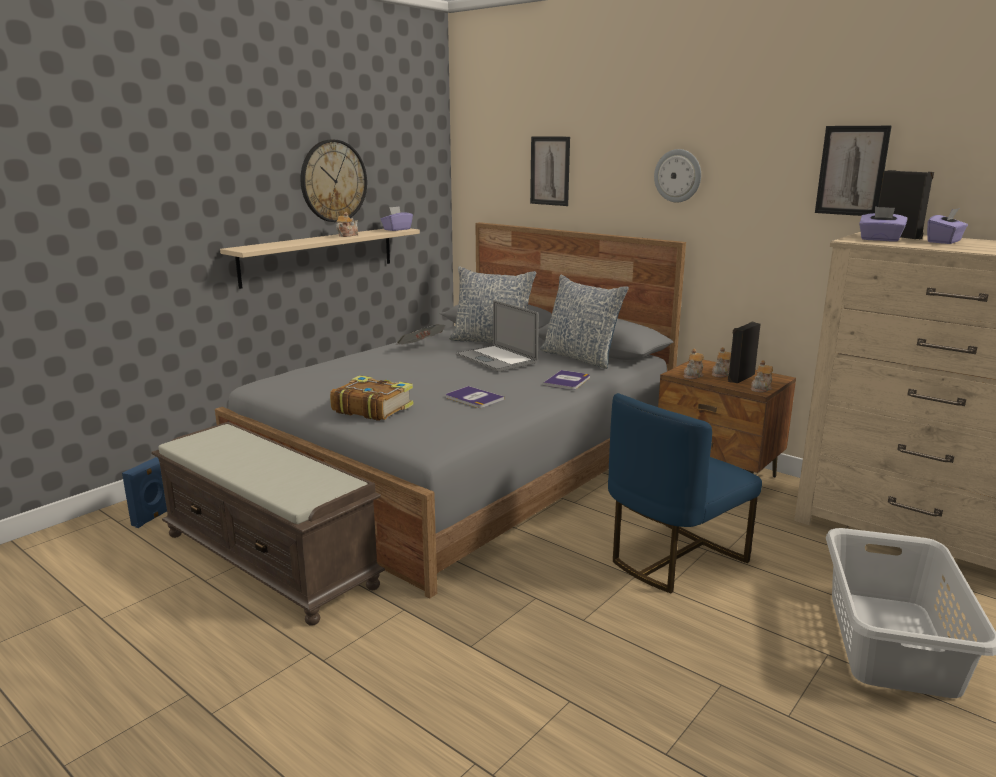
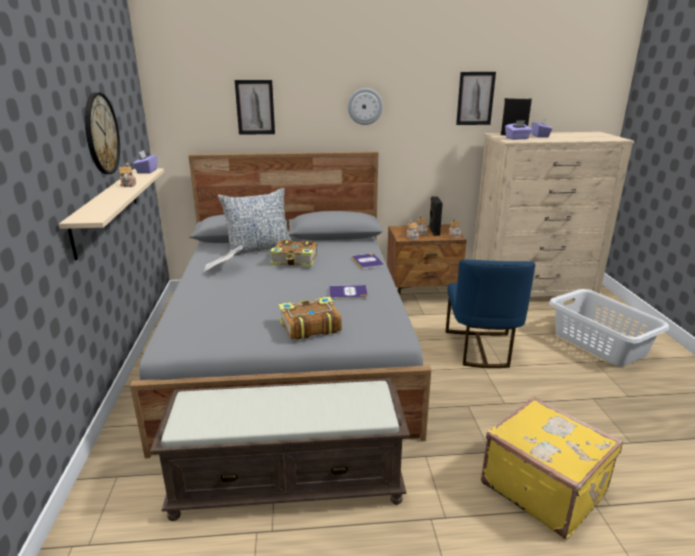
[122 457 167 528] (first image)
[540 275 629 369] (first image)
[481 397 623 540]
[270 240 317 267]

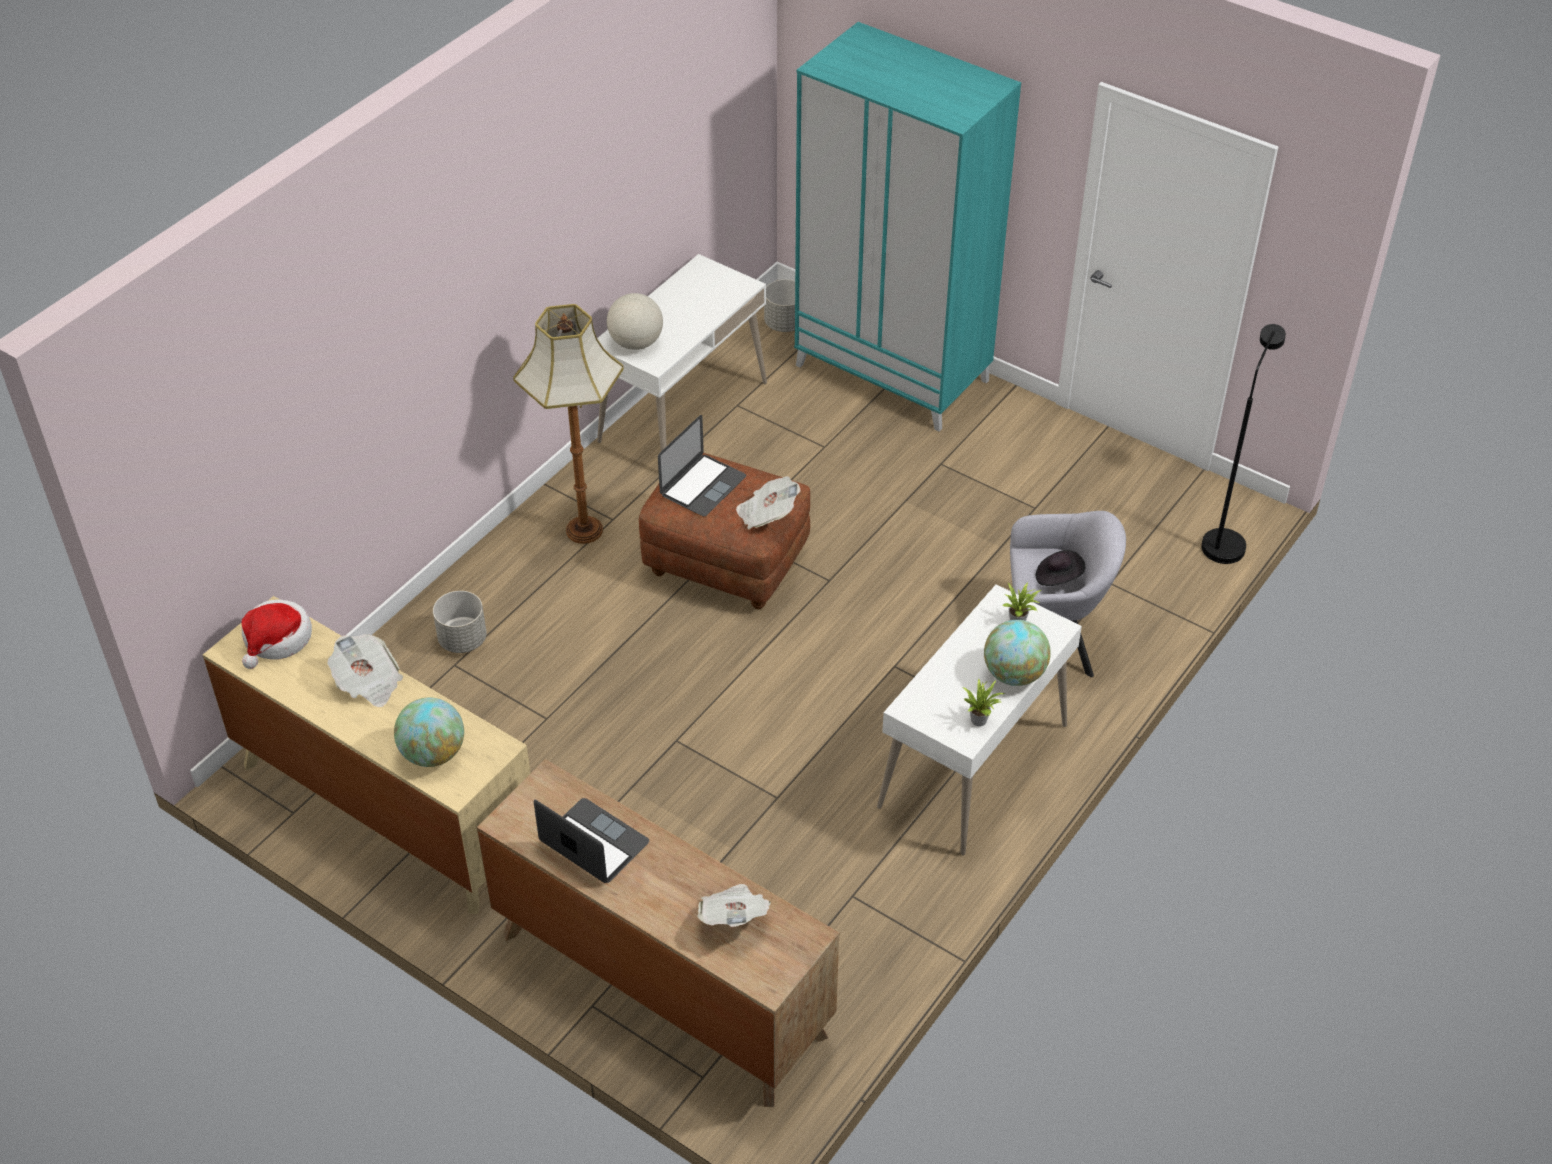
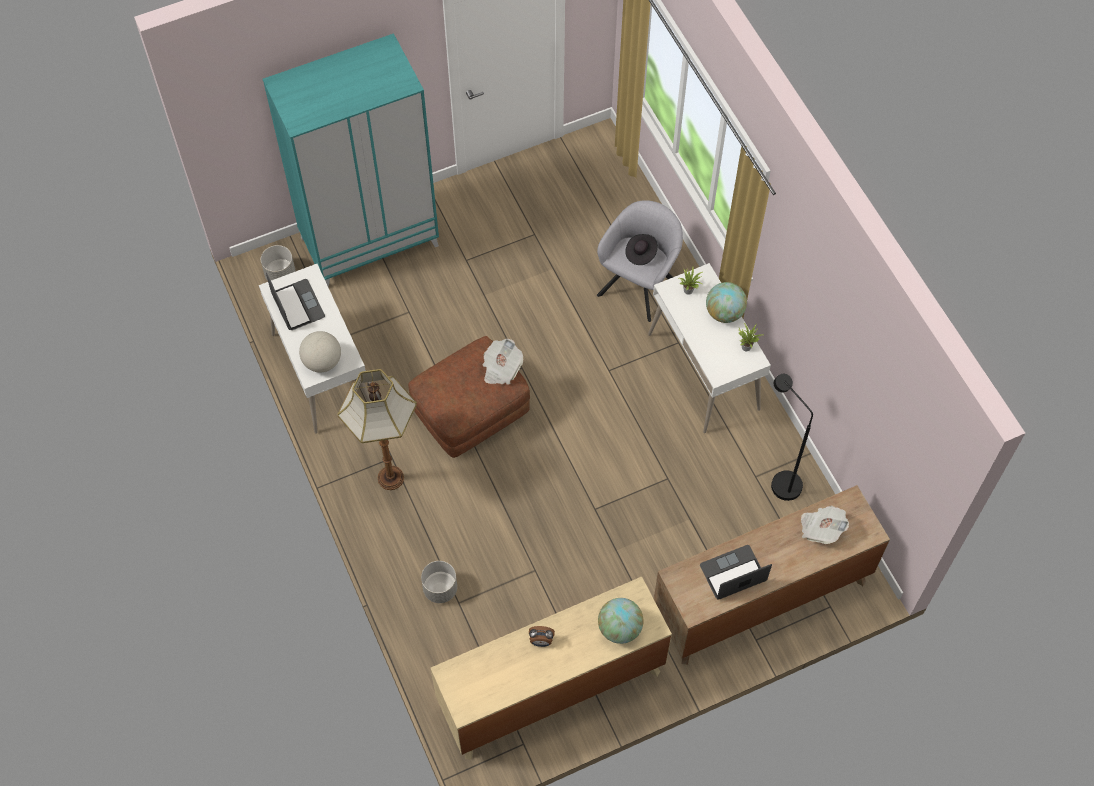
[242 600 312 669] (first image)
[266 272 325 330]
[771 374 813 501]
[529 626 555 647]

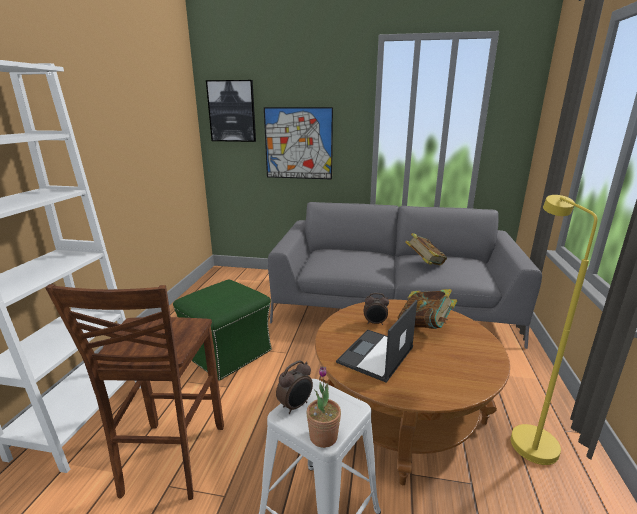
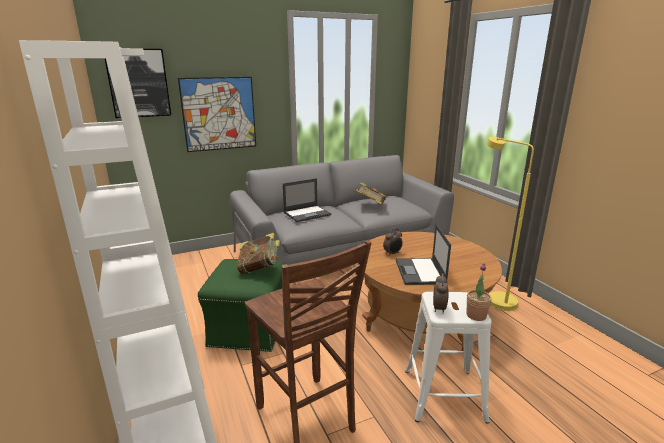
[283 178 331 222]
[237 233 280 274]

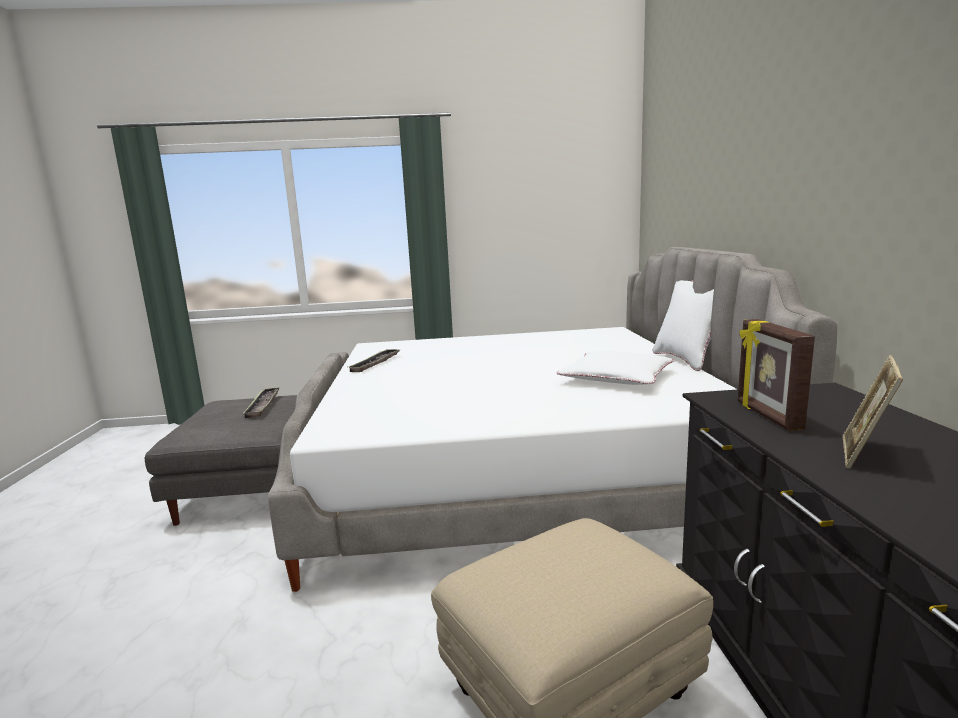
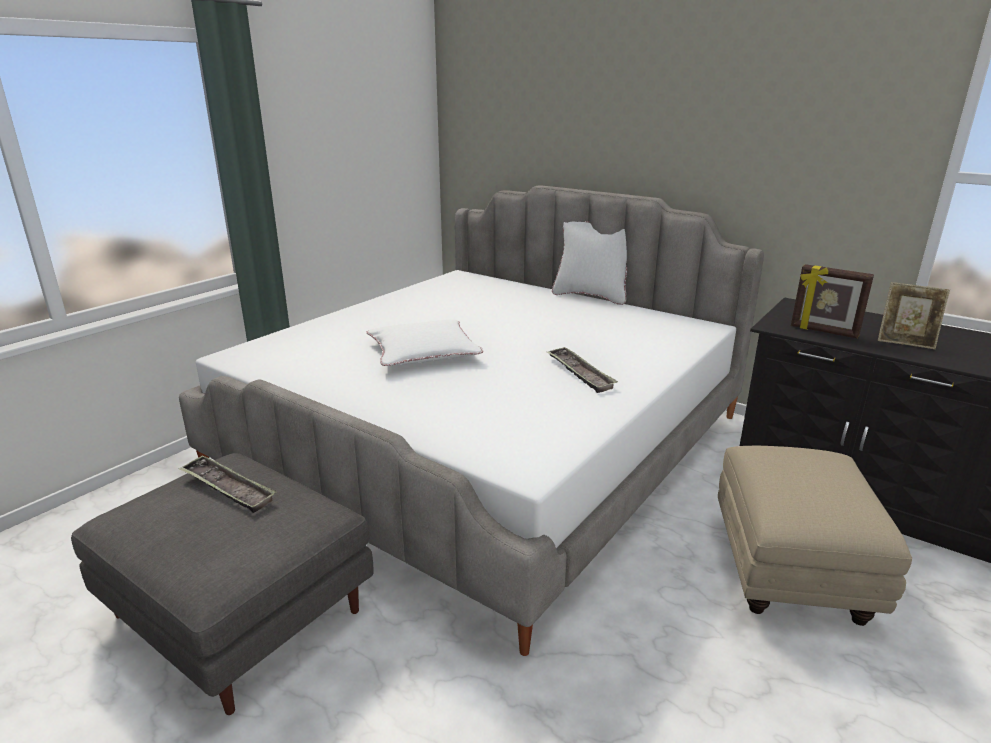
[546 347 618 393]
[367 319 483 366]
[878 282 950 349]

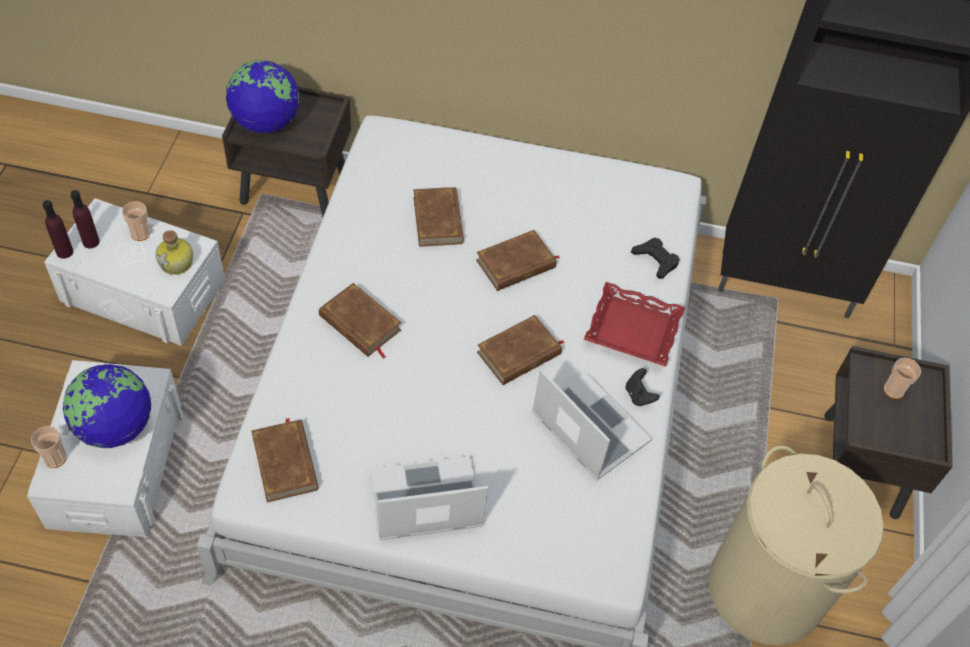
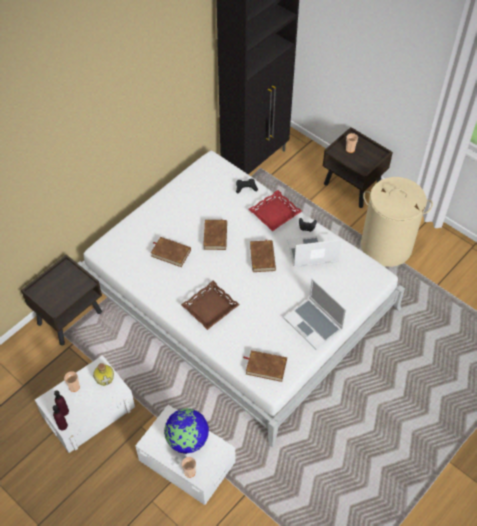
[226 60 299 133] (first image)
[181 281 240 330]
[284 278 346 350]

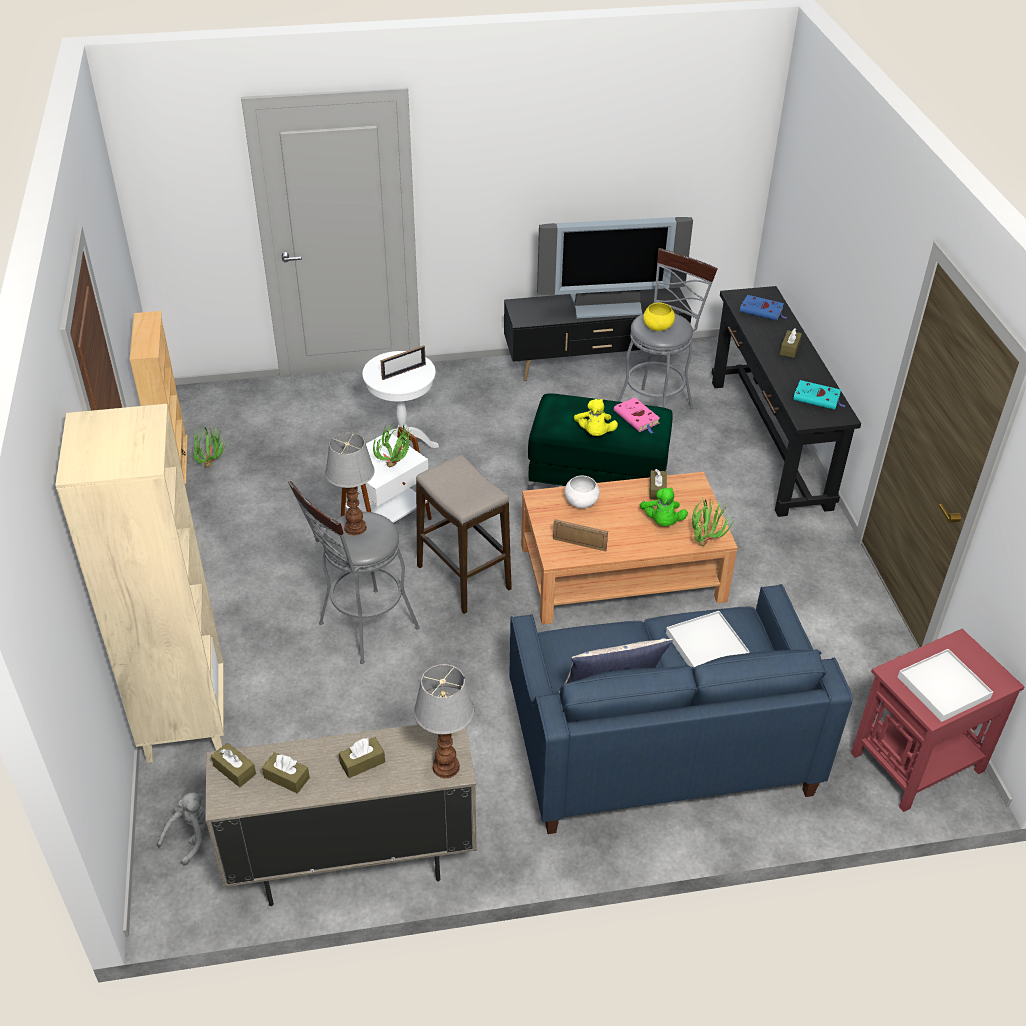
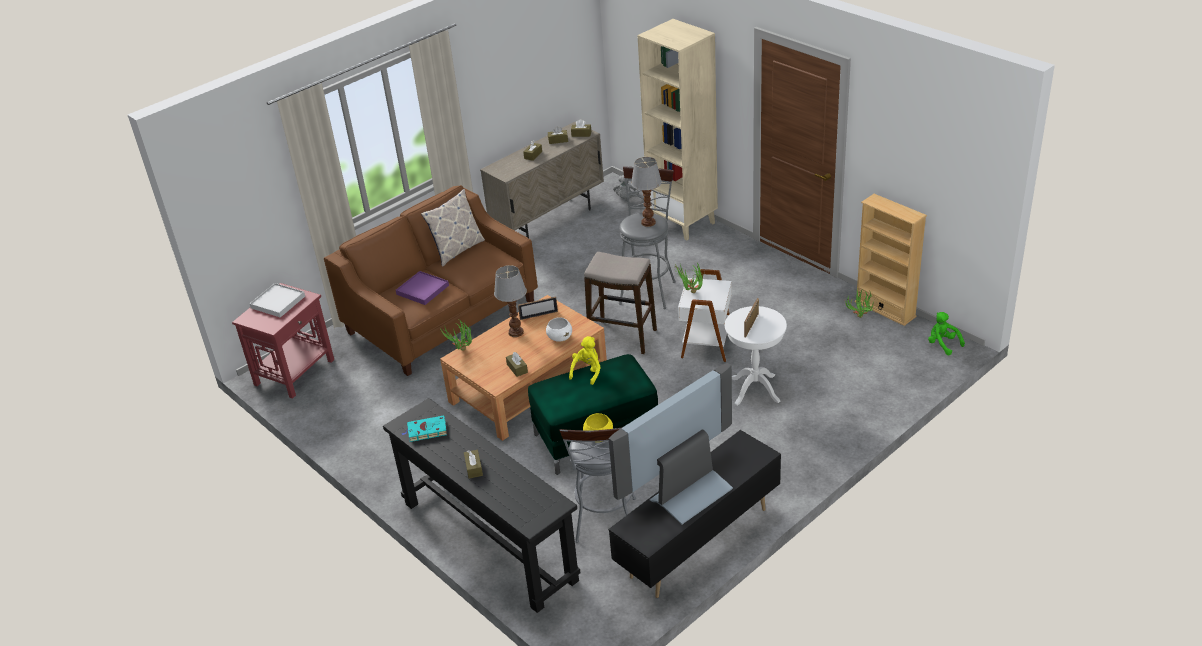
[614 398 660 434] (first image)
[740 295 787 321] (first image)
[494 265 527 337]
[928 312 965 355]
[324 185 538 376]
[396 271 449 305]
[569 336 601 385]

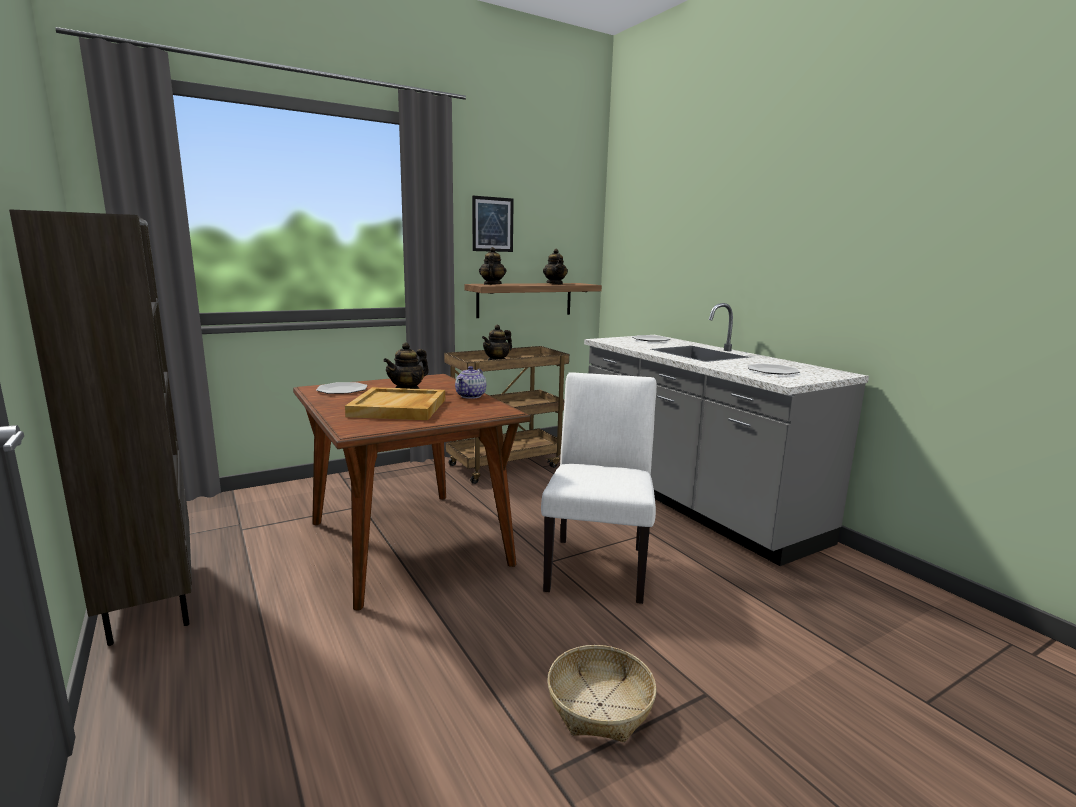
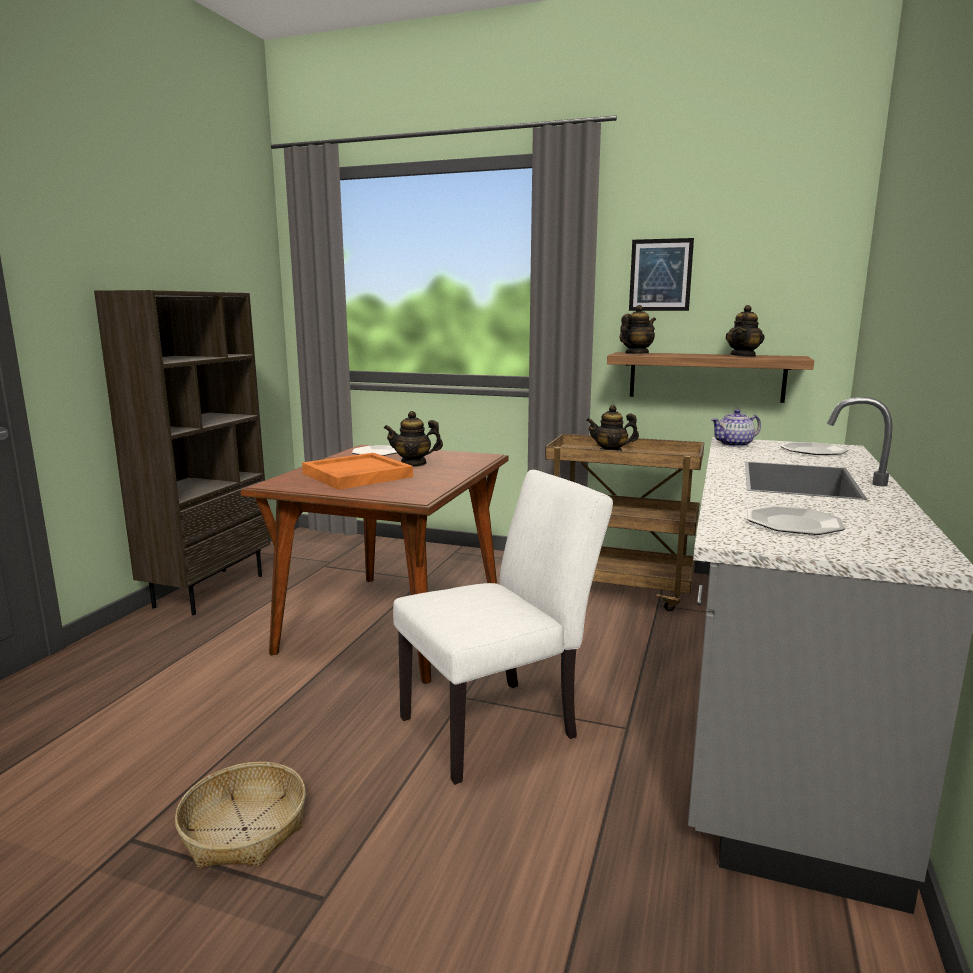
[711 409 761 447]
[302 453 413 490]

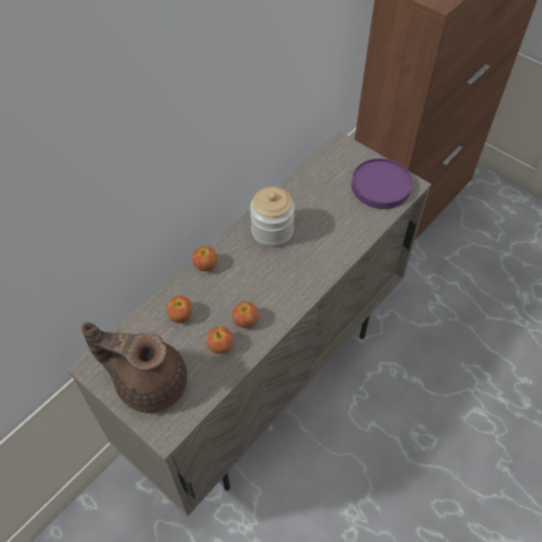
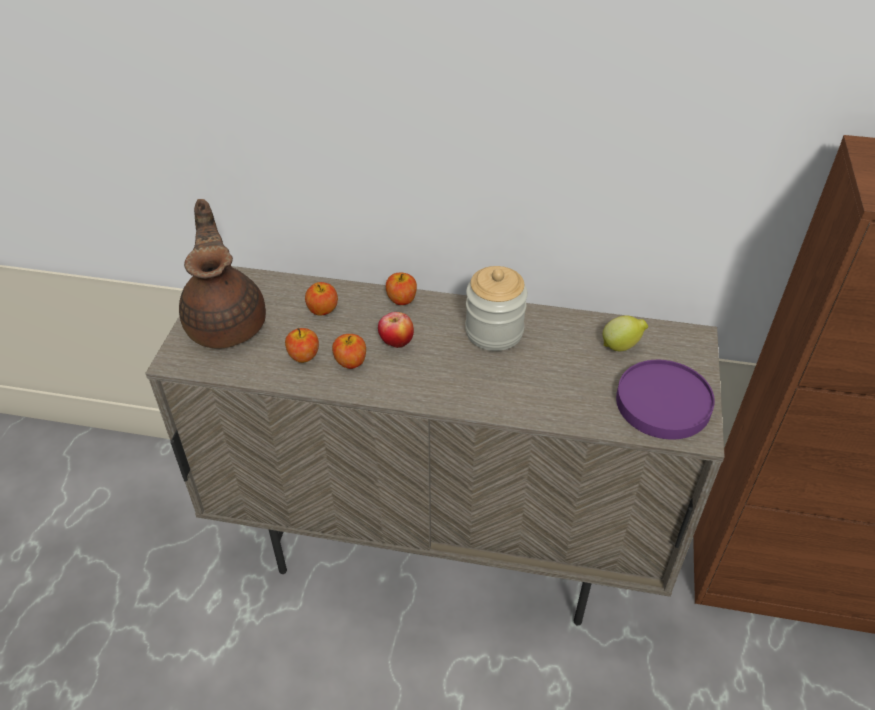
[378 312 414 348]
[603 315 648 351]

